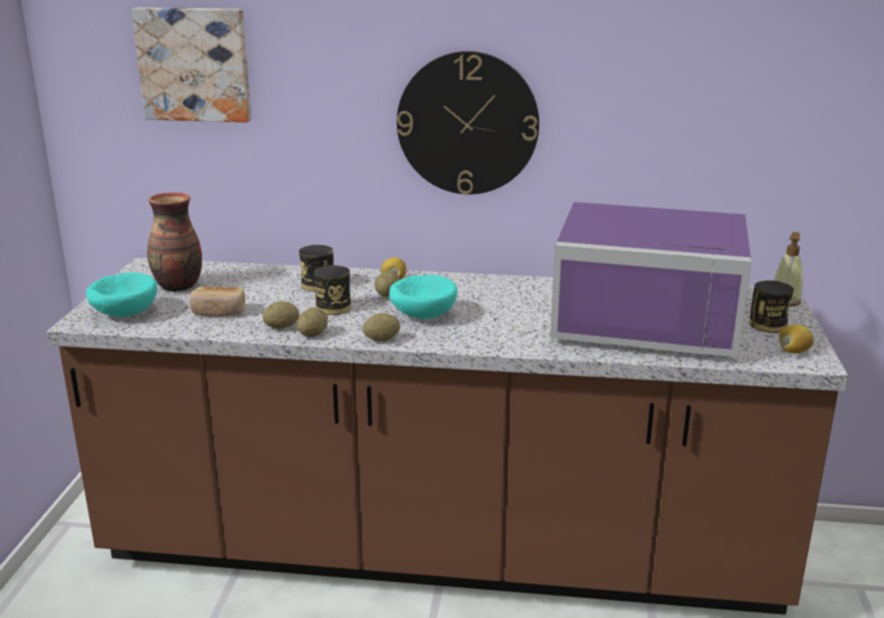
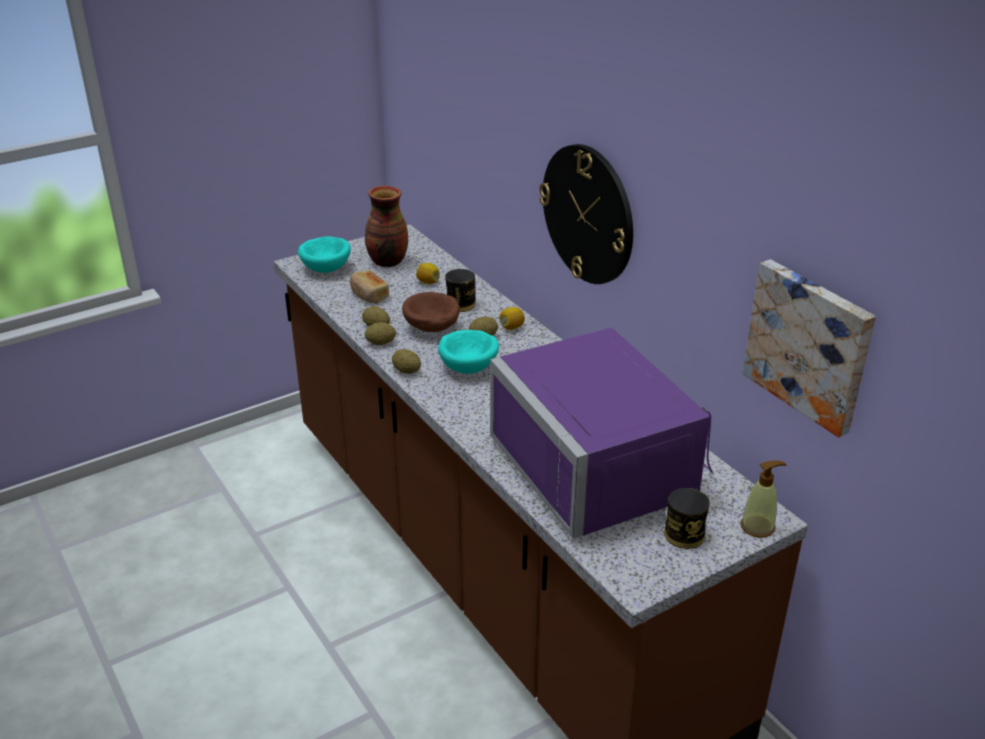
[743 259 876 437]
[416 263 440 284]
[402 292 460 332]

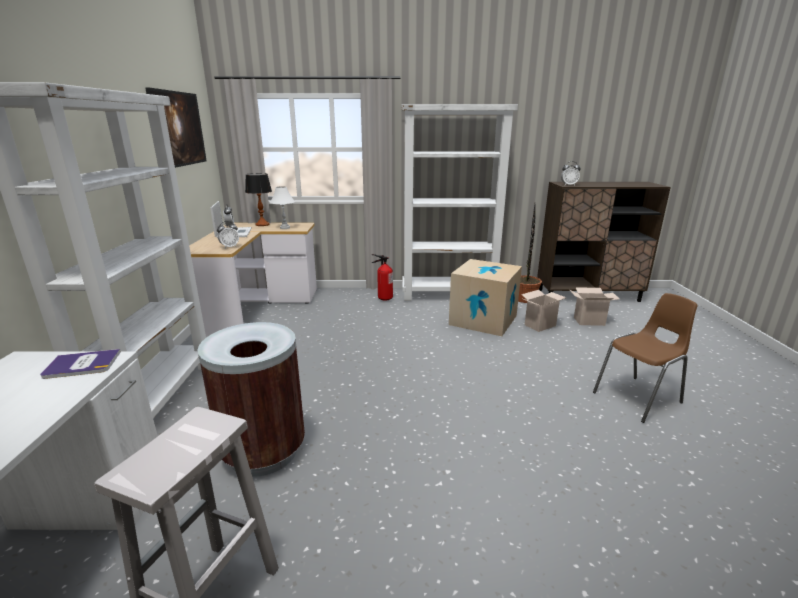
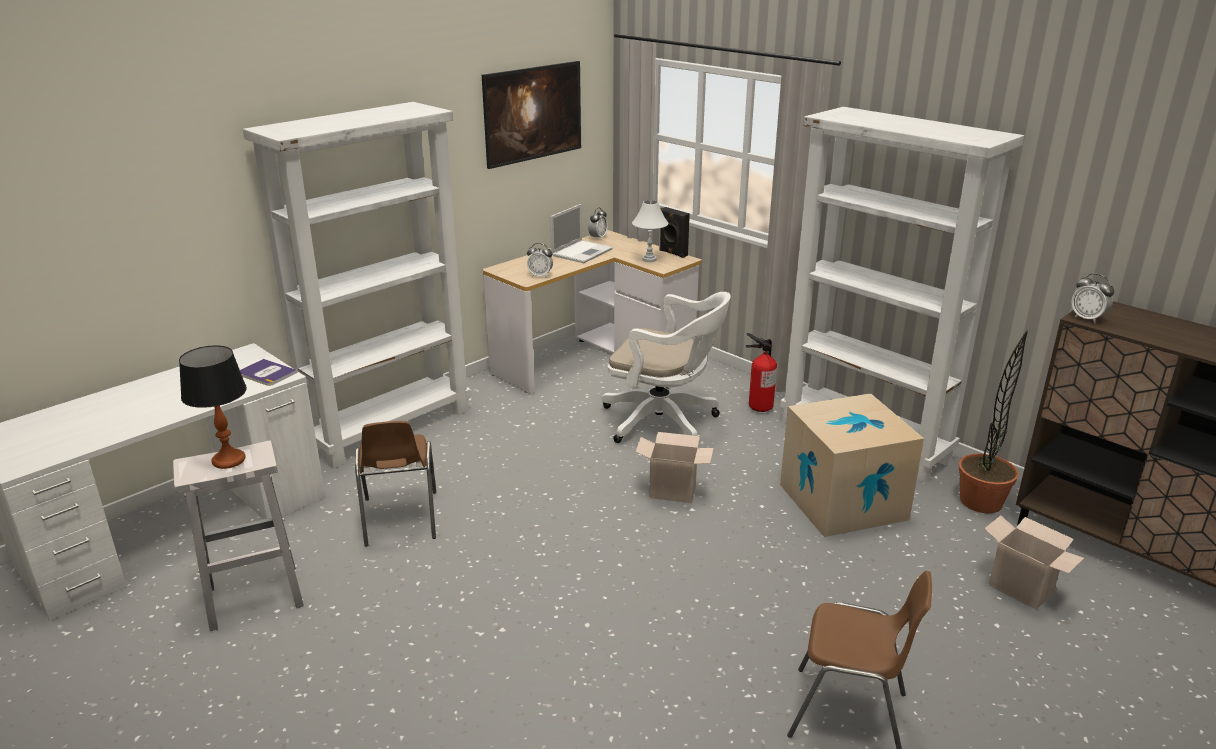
[601 292 731 443]
[660 207 690 258]
[179 345 247 469]
[635 432 714 503]
[355 421 436 547]

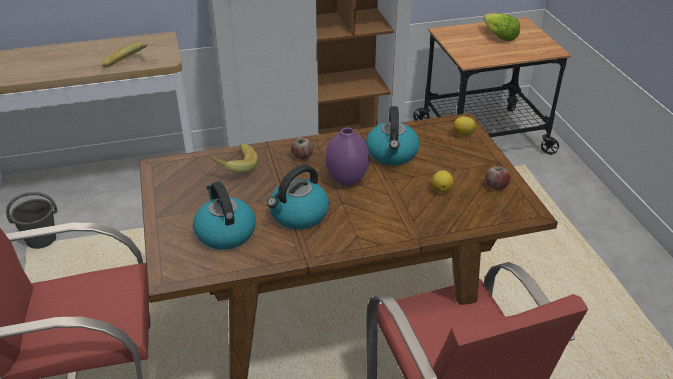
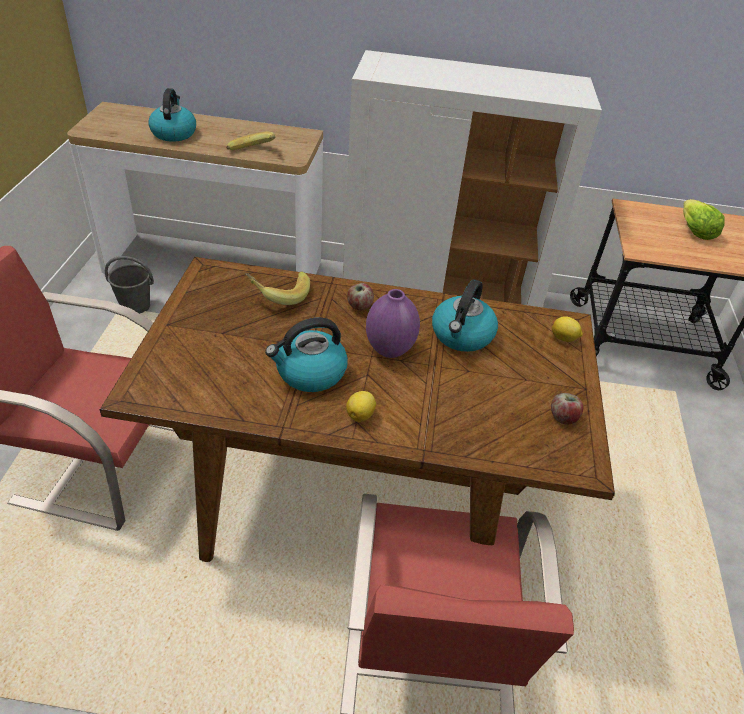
[148 88 196 142]
[346 391 376 422]

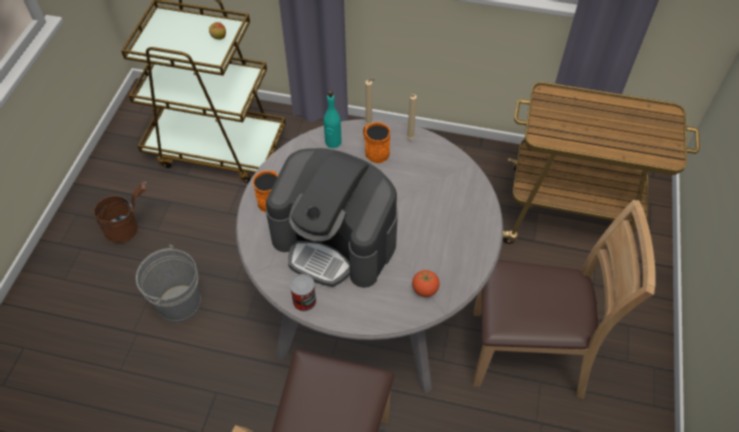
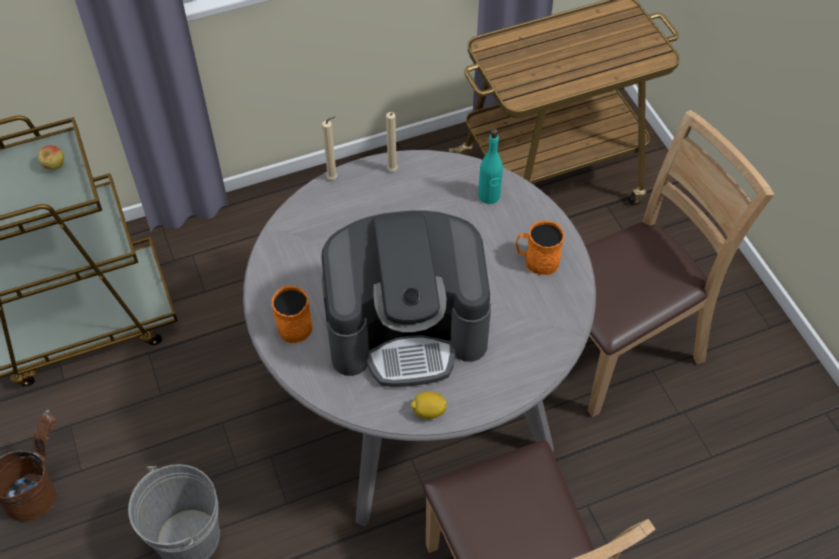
[412 270 440 297] (first image)
[478 128 503 204]
[516 221 565 275]
[411 392 447 419]

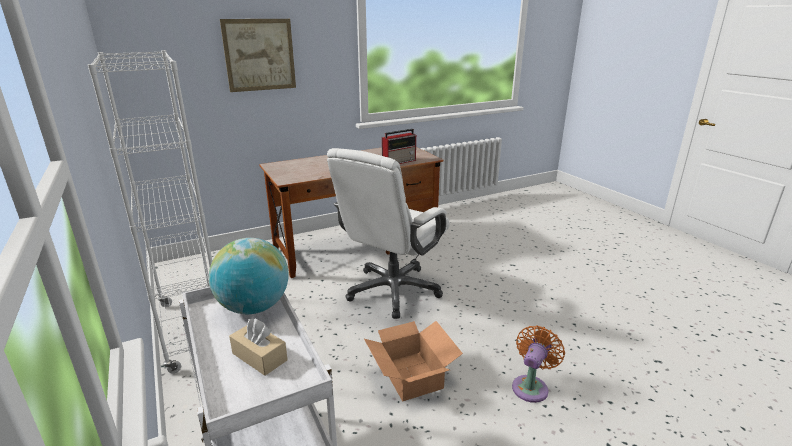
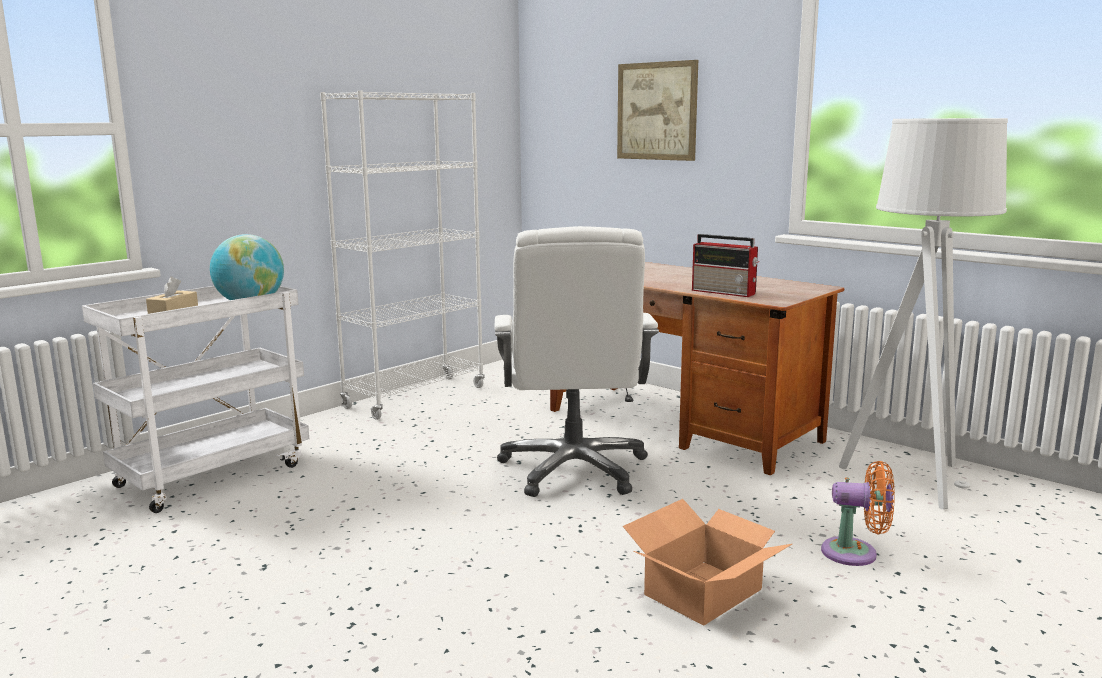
[839 118 1008 509]
[623 499 792 626]
[821 461 895 566]
[494 226 659 497]

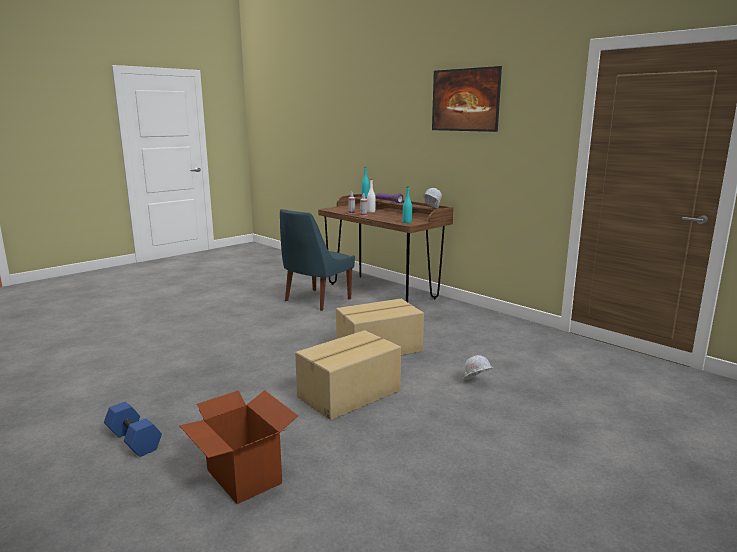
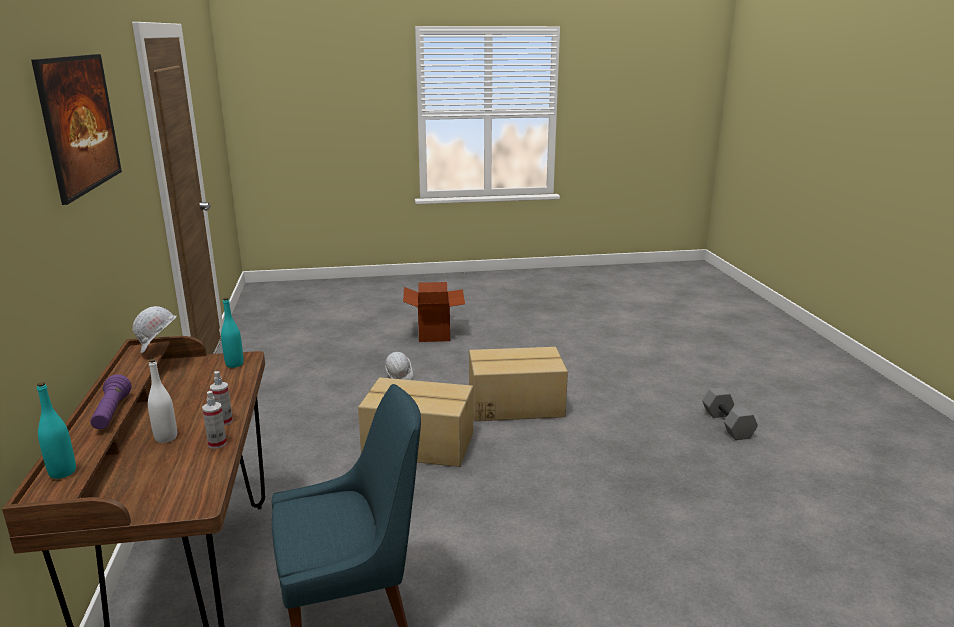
[403 282 465 342]
[702 388 758 440]

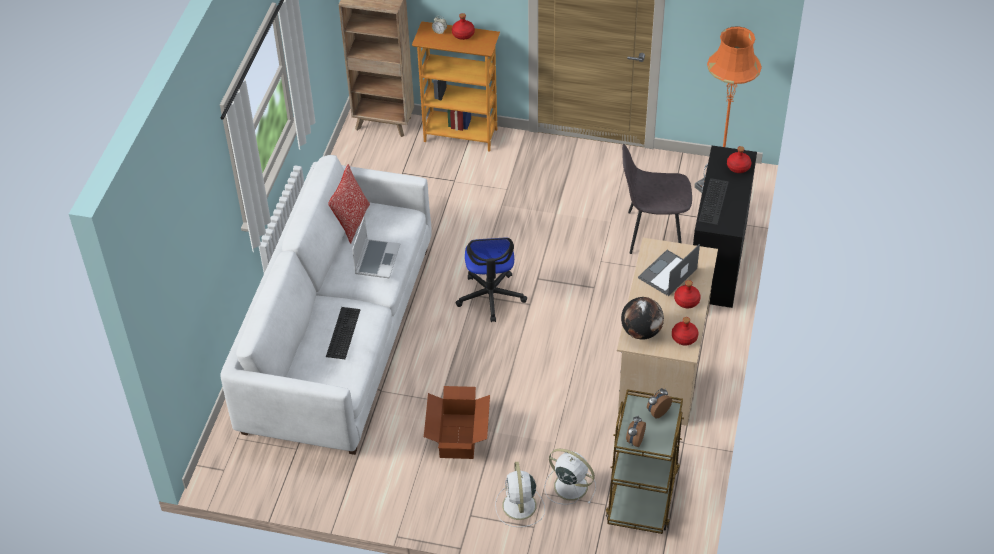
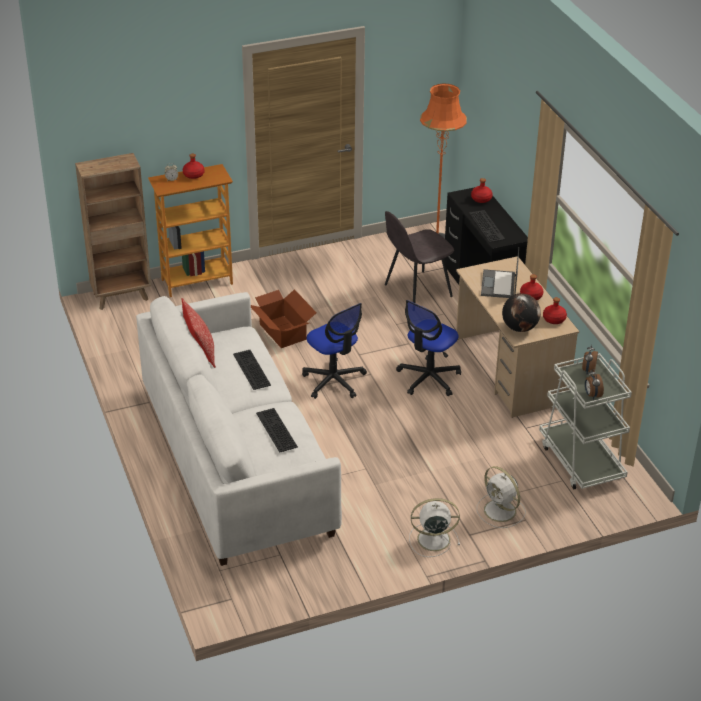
[396 300 461 396]
[251 289 317 348]
[409 498 460 557]
[233 350 271 390]
[539 353 632 489]

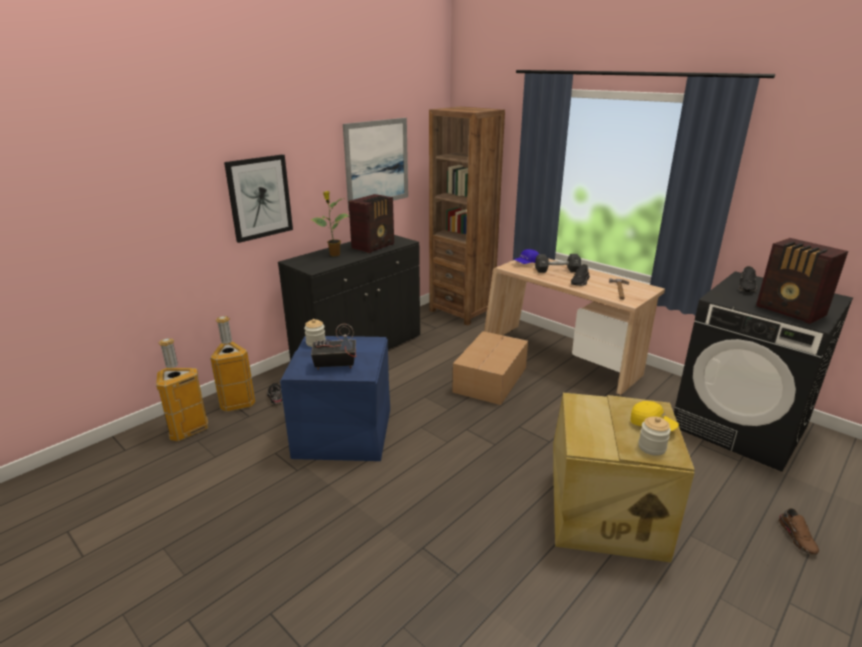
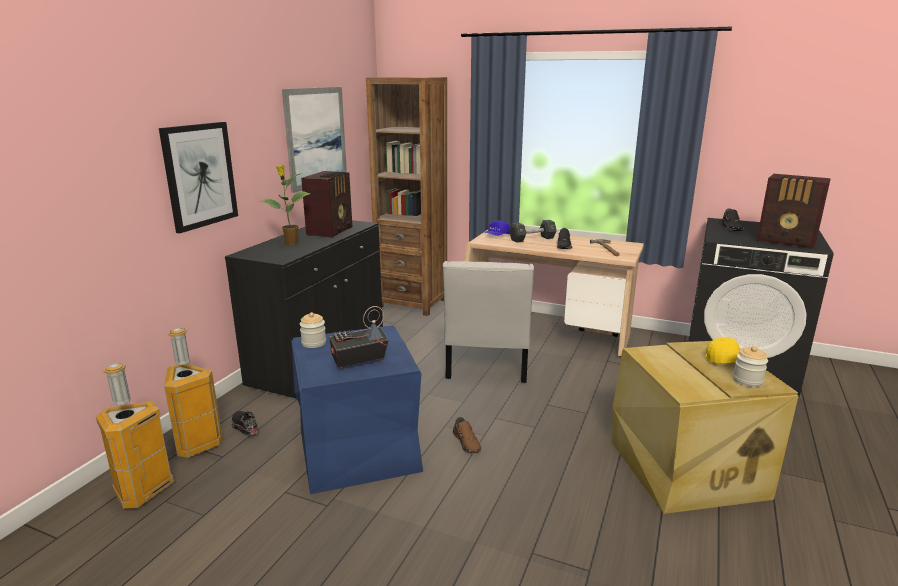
[453 417 481 454]
[443 261 534 383]

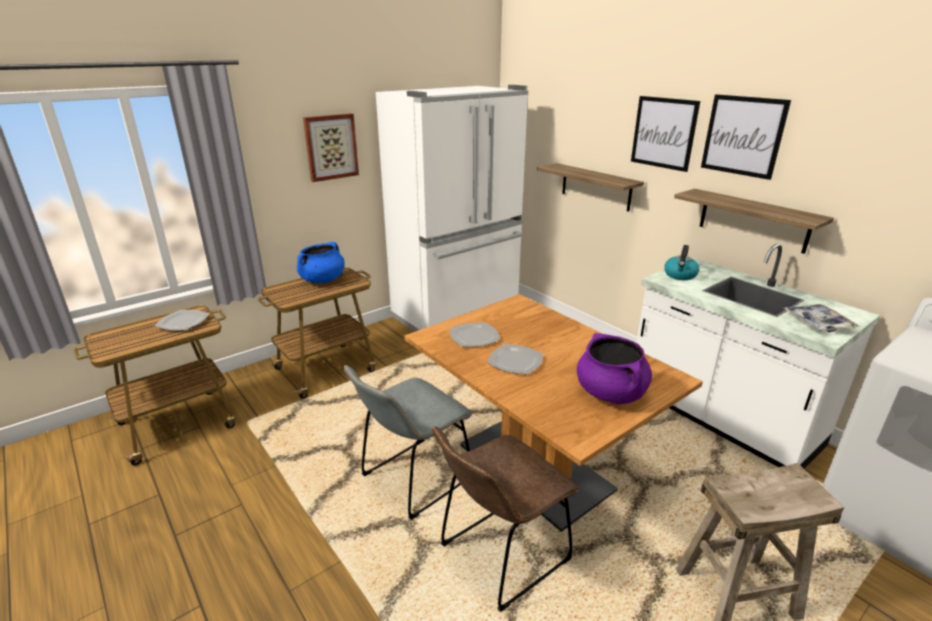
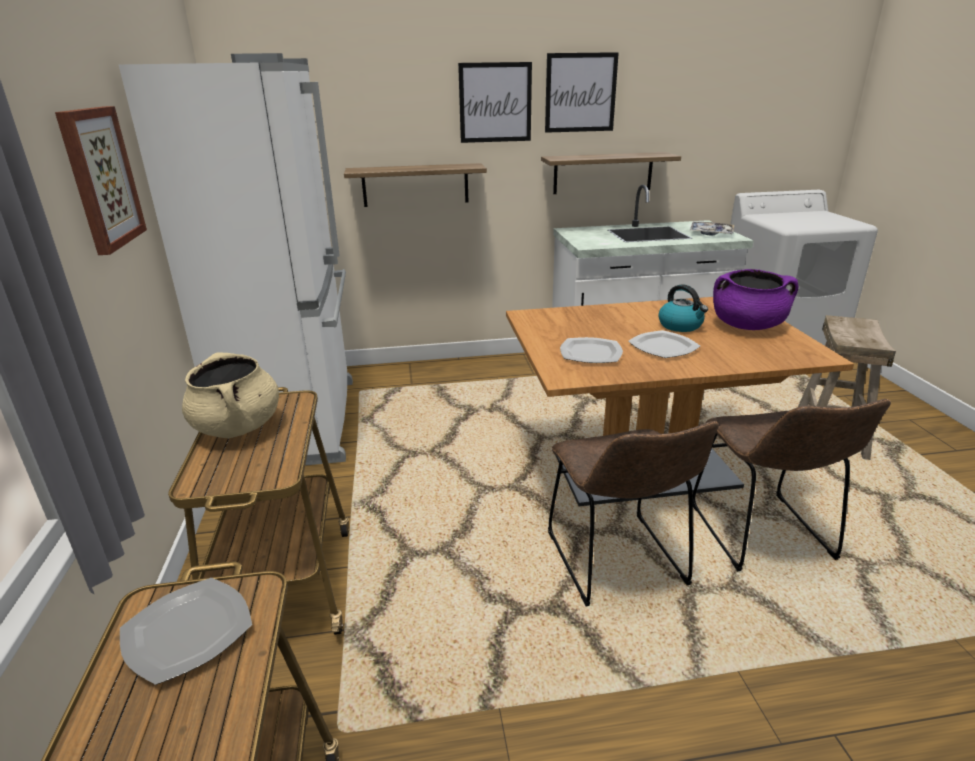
[659 284 708 332]
[182 352 279 438]
[548 421 719 606]

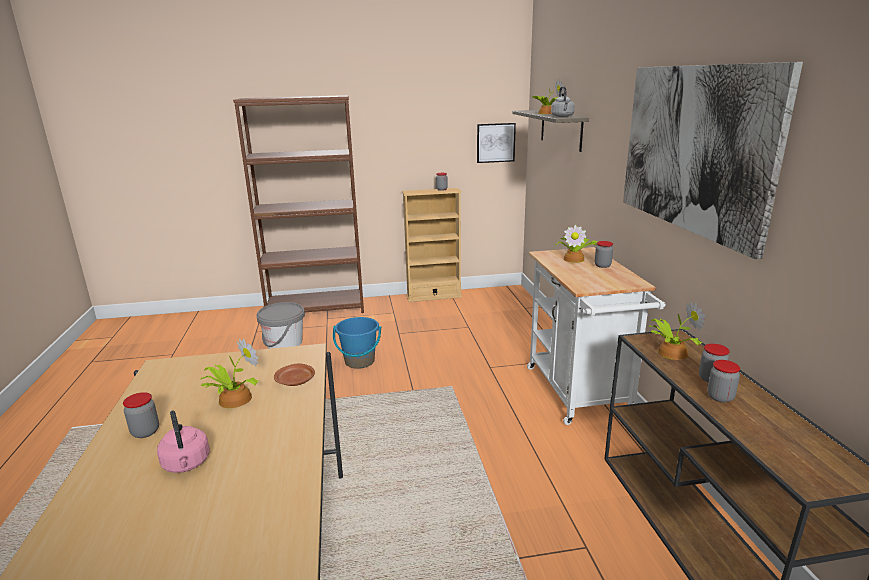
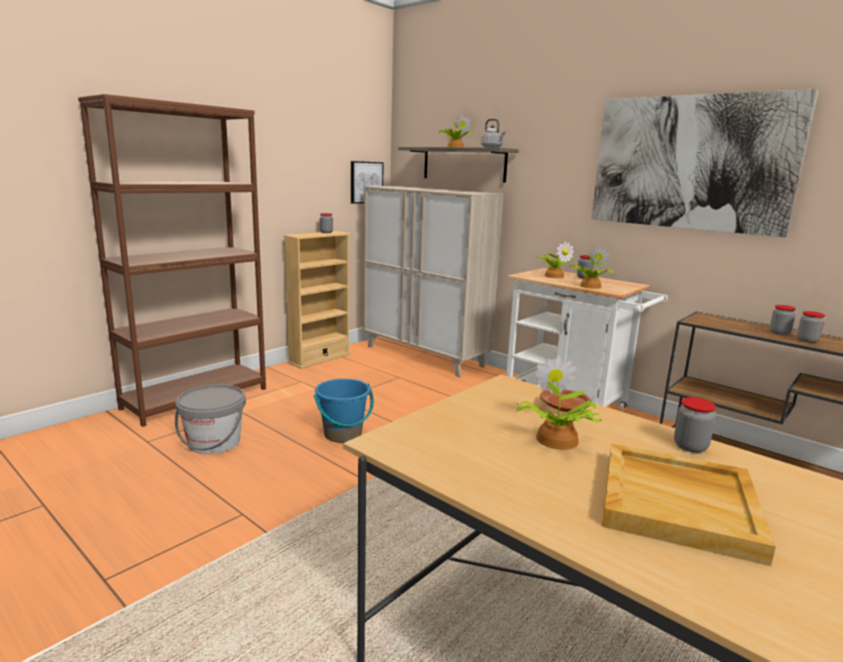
[363 186 503 377]
[674 397 716 453]
[569 245 614 289]
[602 444 776 566]

